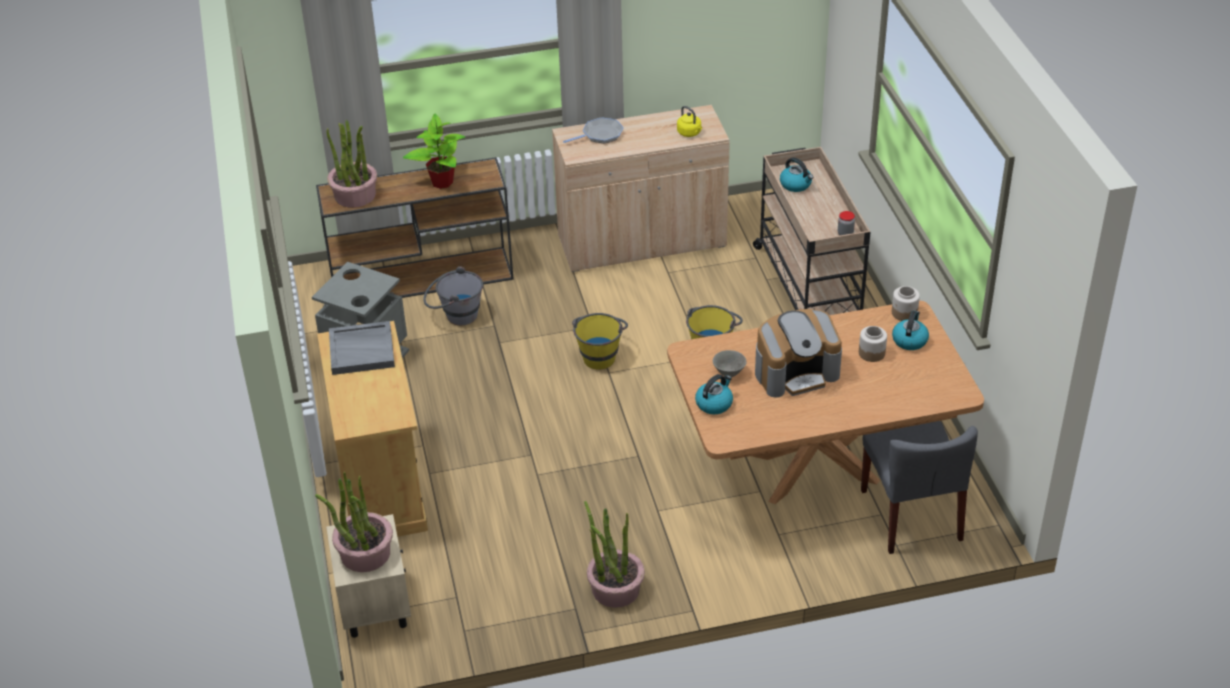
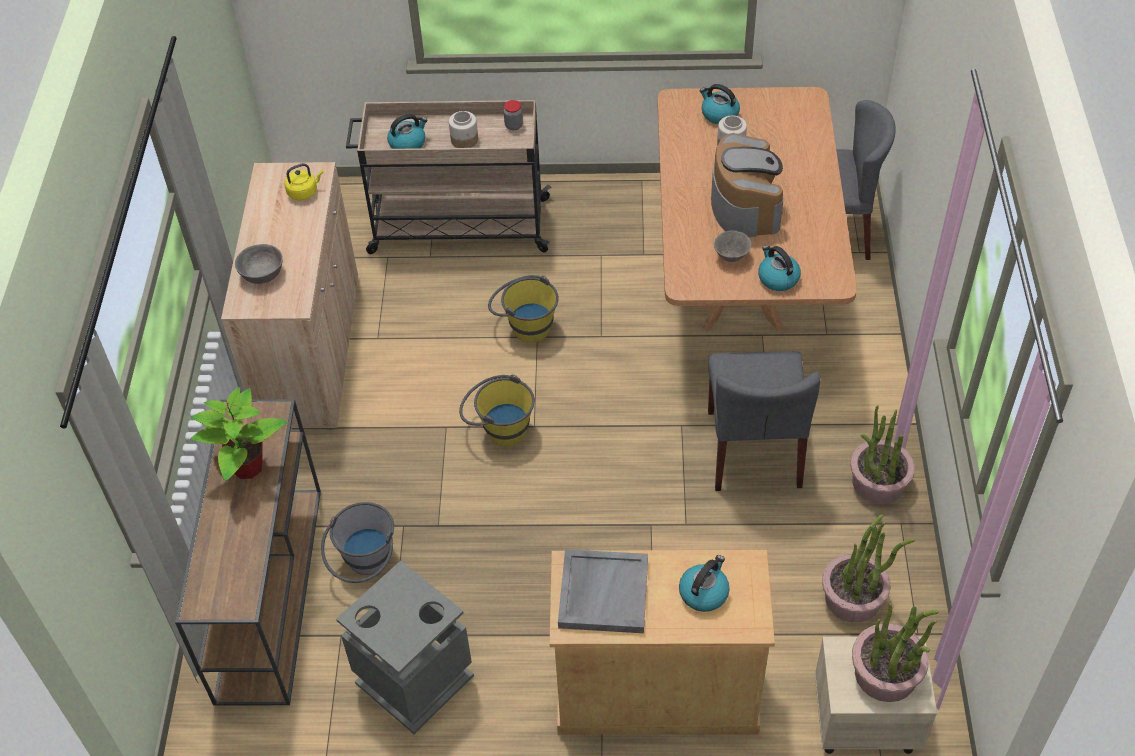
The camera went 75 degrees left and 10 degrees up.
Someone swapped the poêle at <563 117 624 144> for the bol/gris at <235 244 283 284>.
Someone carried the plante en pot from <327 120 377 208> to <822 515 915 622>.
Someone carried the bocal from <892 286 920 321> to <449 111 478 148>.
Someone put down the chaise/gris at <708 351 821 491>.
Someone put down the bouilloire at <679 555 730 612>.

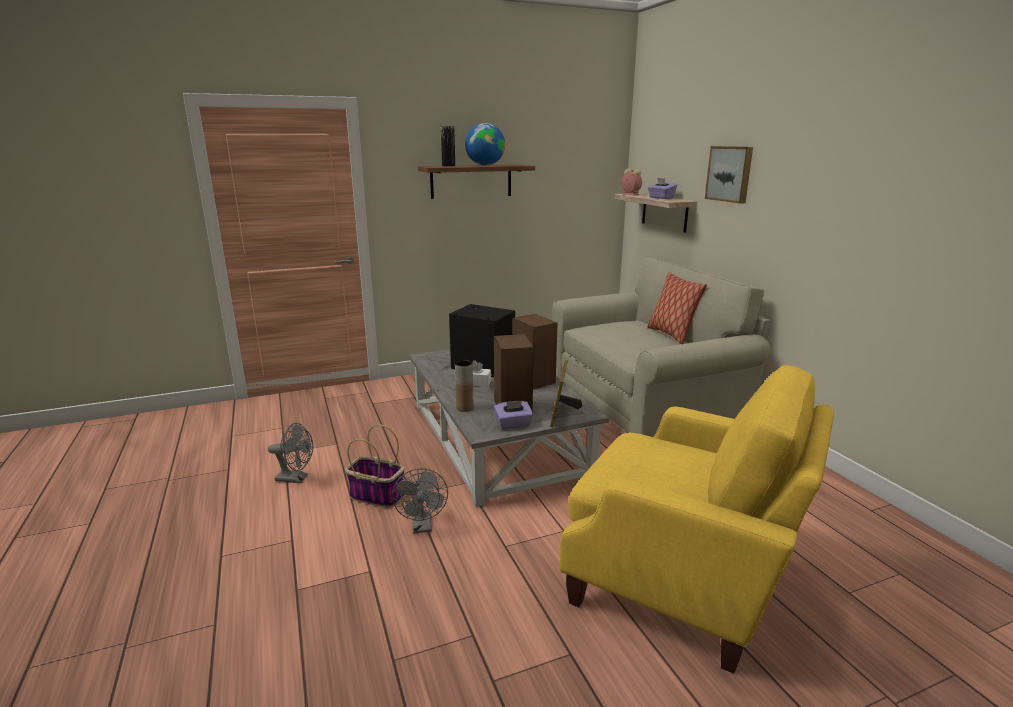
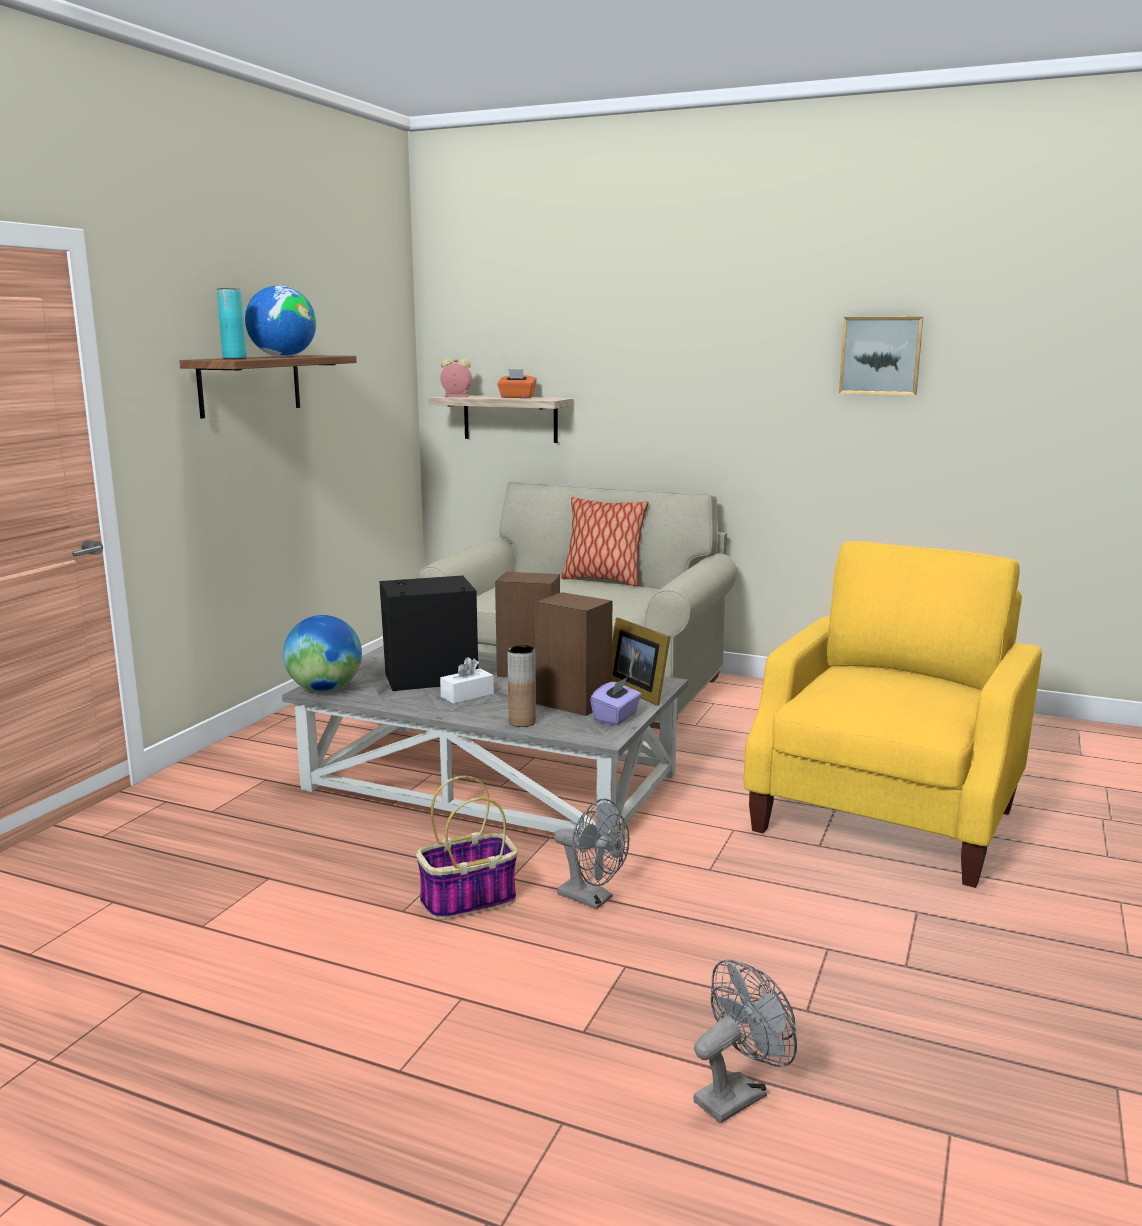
The camera went 45 degrees left and 5 degrees down.
Someone repainted the vase/noir at <441 126 455 166>, which became the vase/turquoise at <217 289 247 359>.
Someone carried the tableau from <705 146 753 204> to <839 317 923 395>.
Someone repainted the boîte à mouchoirs/violet at <648 178 677 199>, which became the boîte à mouchoirs/orange at <497 369 537 398>.
Someone rotated the fauteuil/jaune at <560 365 834 674> by 45 degrees counterclockwise.
Someone carried the ventilateur/gris from <268 423 313 483> to <693 960 797 1123>.
Someone put down the globe at <283 615 362 692>.

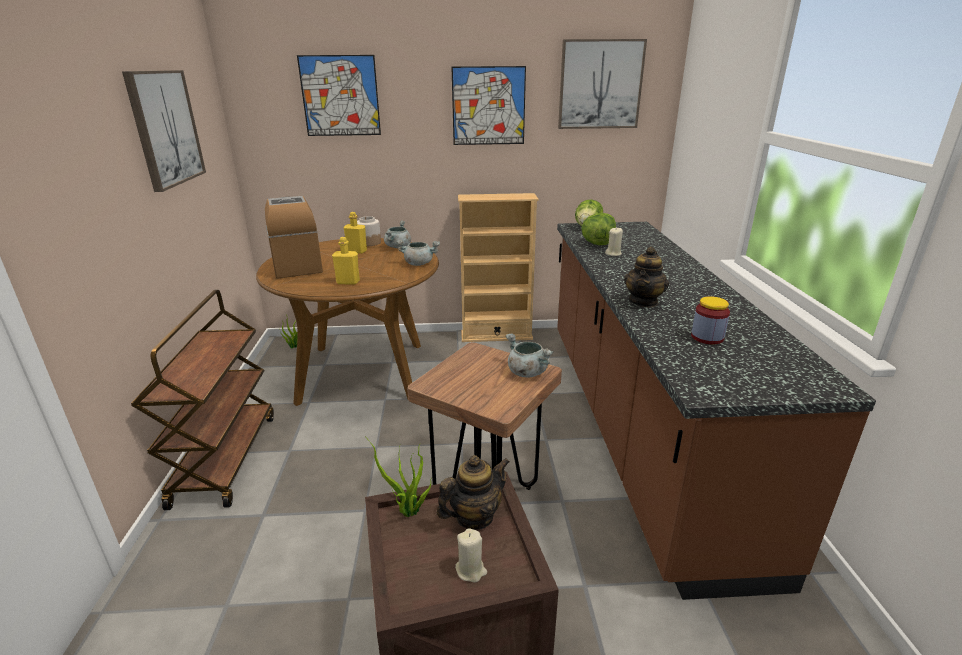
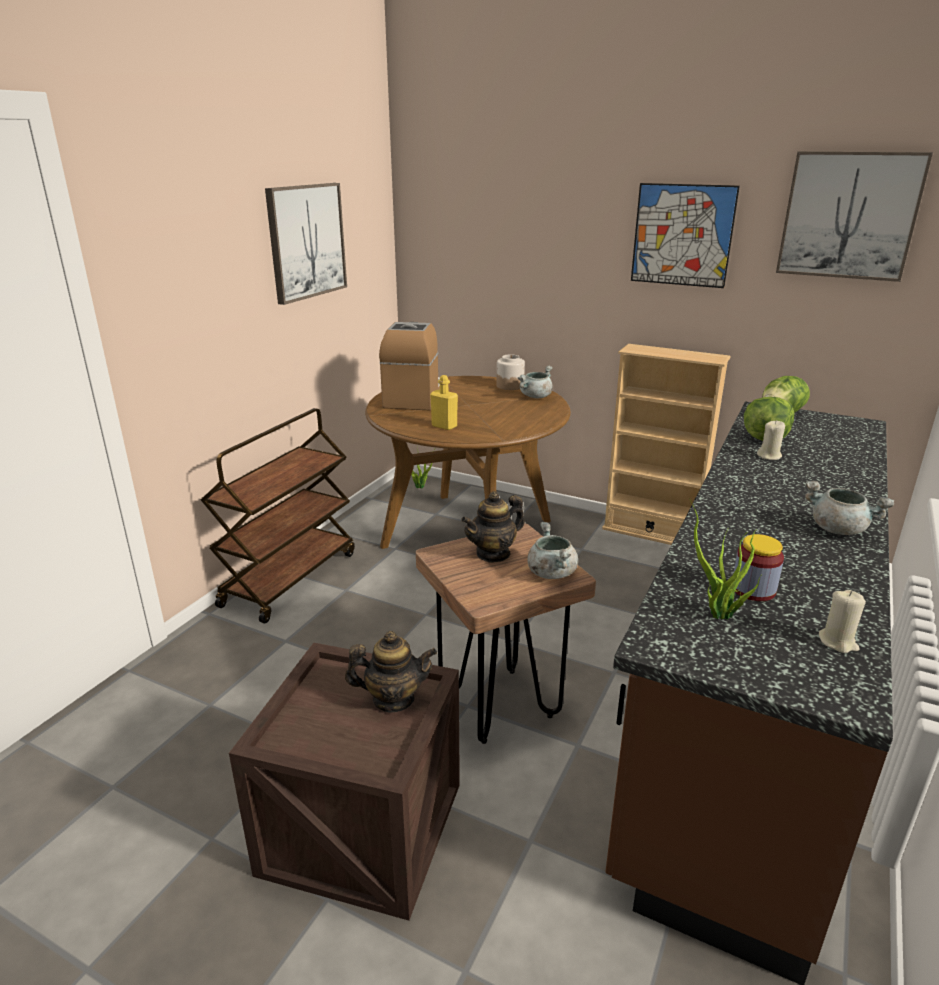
The camera went 30 degrees right and 0 degrees up.
Someone took away the tableau at <297 55 381 136>.
Someone took away the bouteille/jaune at <344 212 367 254>.
Someone carried the marmite/gris from <396 240 440 266> to <805 481 894 535>.
Someone carried the théière from <624 247 669 307> to <461 491 525 563>.
Someone carried the plante en pot from <365 436 431 517> to <690 500 761 619>.
Someone carried the bougie/beige from <455 528 487 582> to <819 590 866 653>.

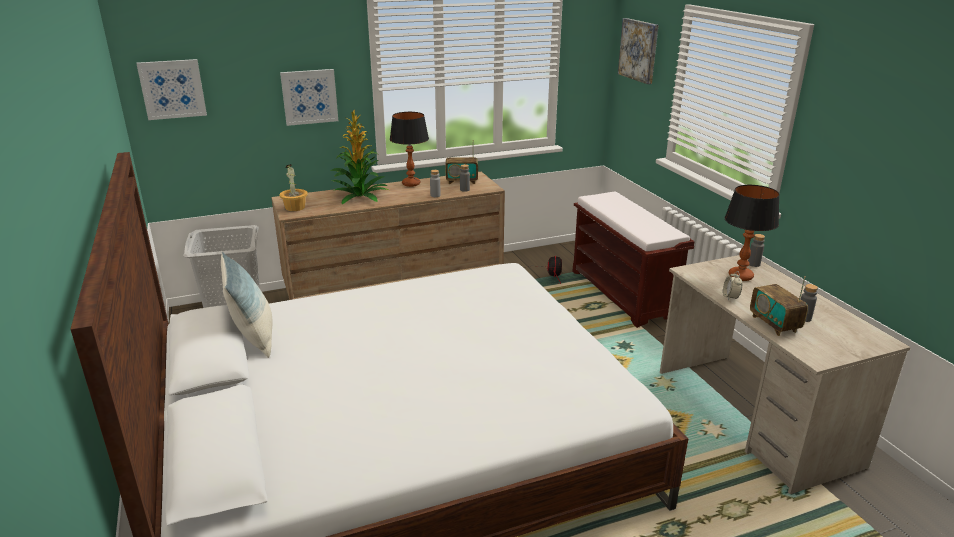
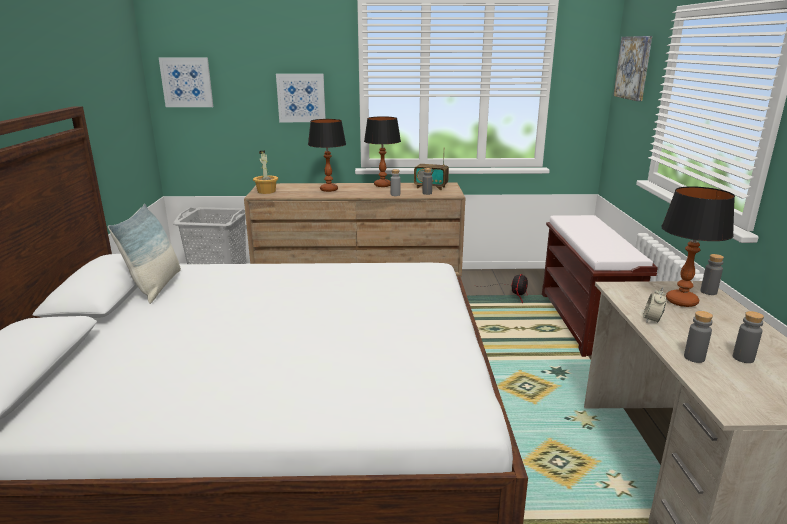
The camera went 20 degrees right and 5 degrees down.
Someone swapped the plante en pot at <330 110 388 204> for the lampe de table at <308 119 346 192>.
Someone swapped the radio at <750 276 808 336> for the bouteille/gris at <684 311 713 363>.

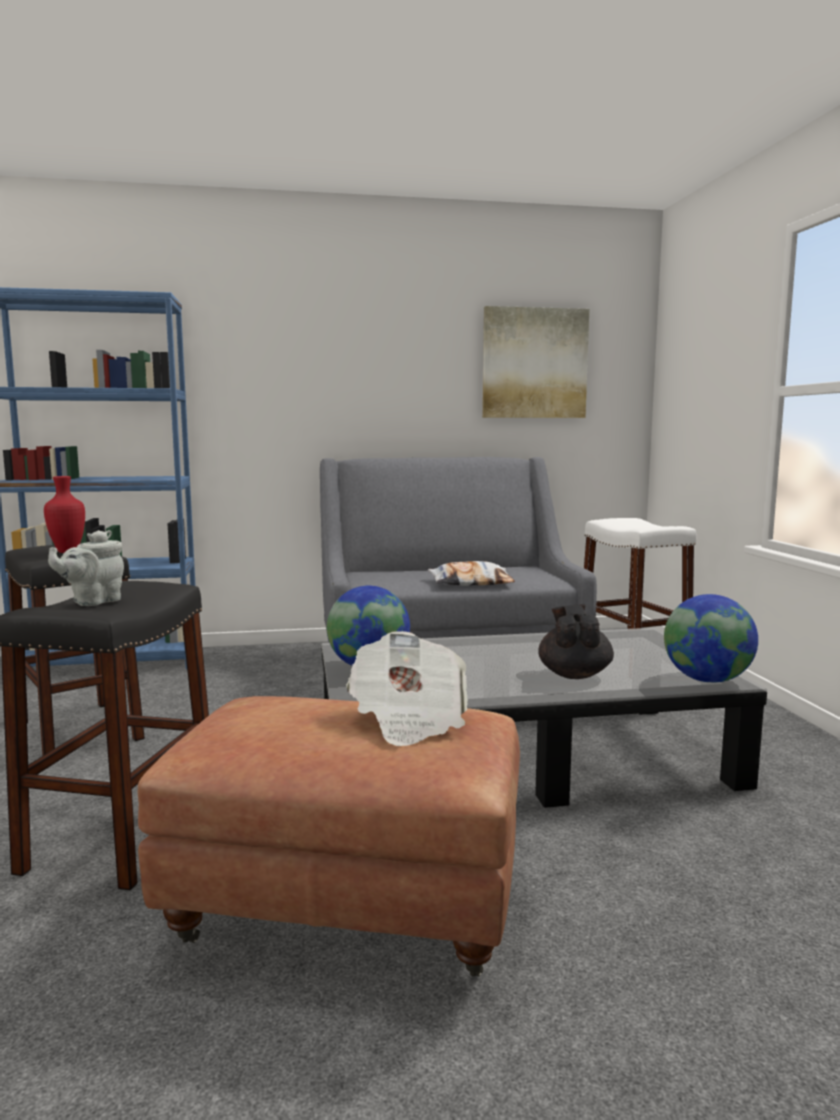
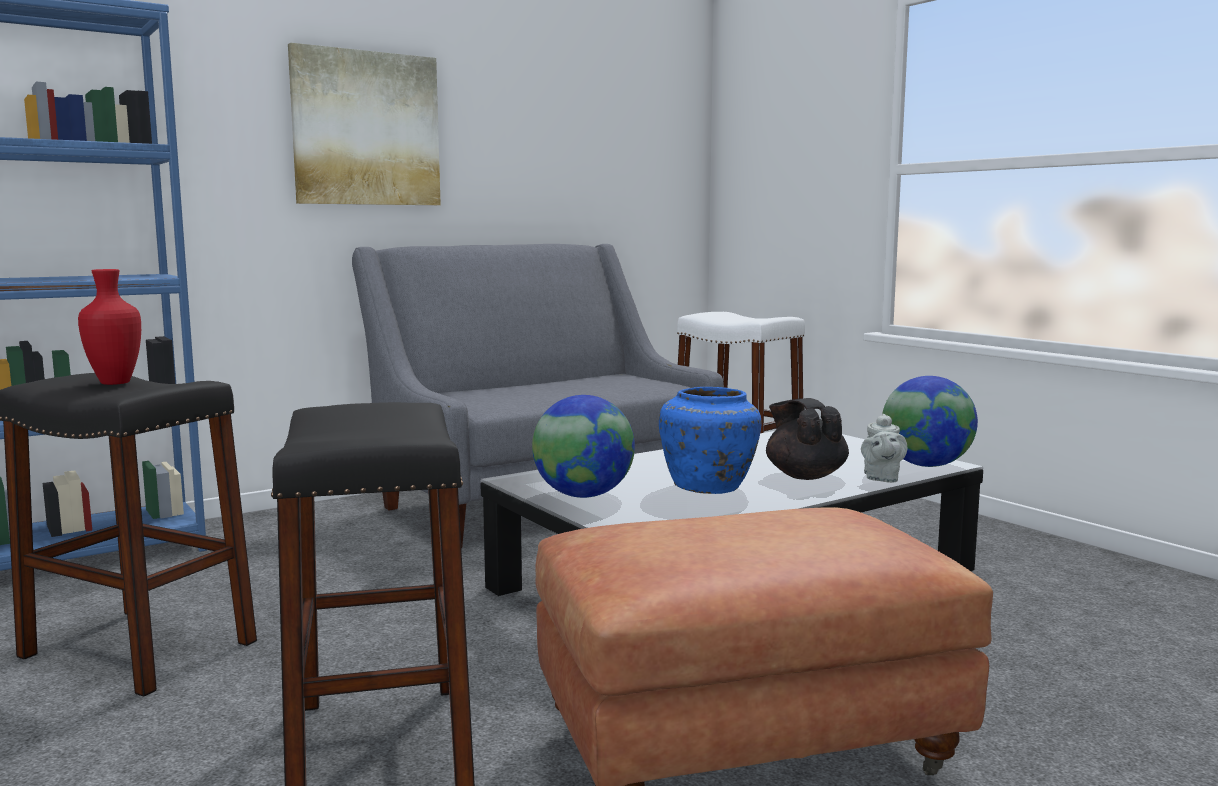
The camera went 25 degrees left and 0 degrees up.
Someone carried the tableau from <482 306 589 418> to <288 43 441 205>.
Someone carried the théière/gris from <48 530 124 606> to <861 414 907 483>.
Someone took away the coussin at <428 561 515 586>.
Someone took away the journal at <346 631 468 746>.
Someone put down the vase/bleu at <659 387 762 494>.

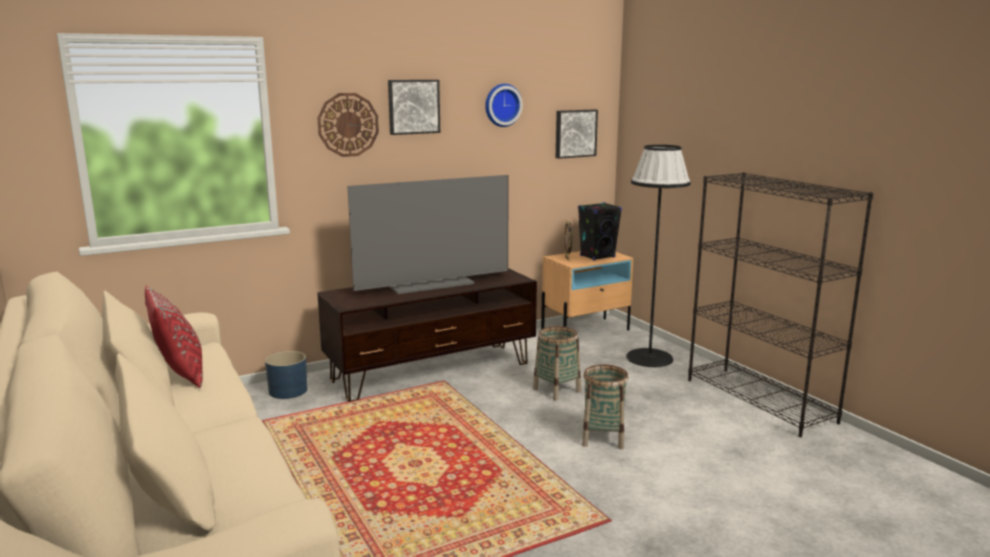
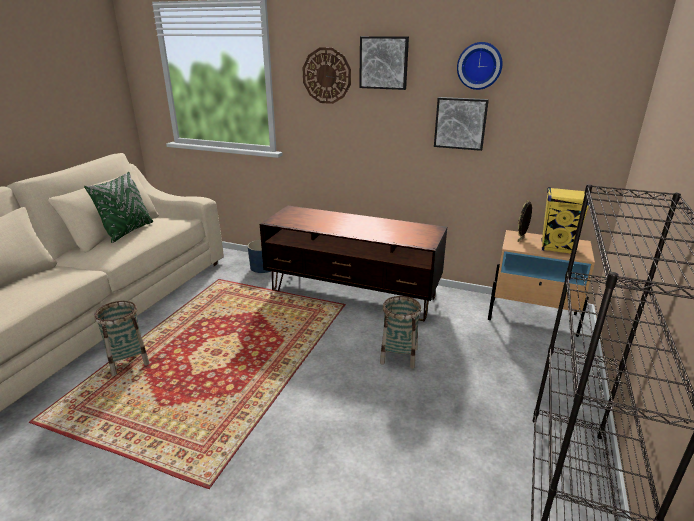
The camera went 50 degrees right and 10 degrees up.
Someone carried the tableau from <556 110 598 159> to <434 97 489 151>.
Someone took away the lampadaire/noir at <626 145 691 367>.
Someone took away the téléviseur at <348 175 509 294>.
Someone repainted the enceinte/noir at <578 202 622 260>, which became the enceinte/jaune at <541 187 589 254>.
Someone repainted the coussin/rouge at <145 285 203 388>, which became the coussin/vert at <84 172 153 243>.
Someone carried the panier from <582 364 629 449> to <94 301 149 376>.

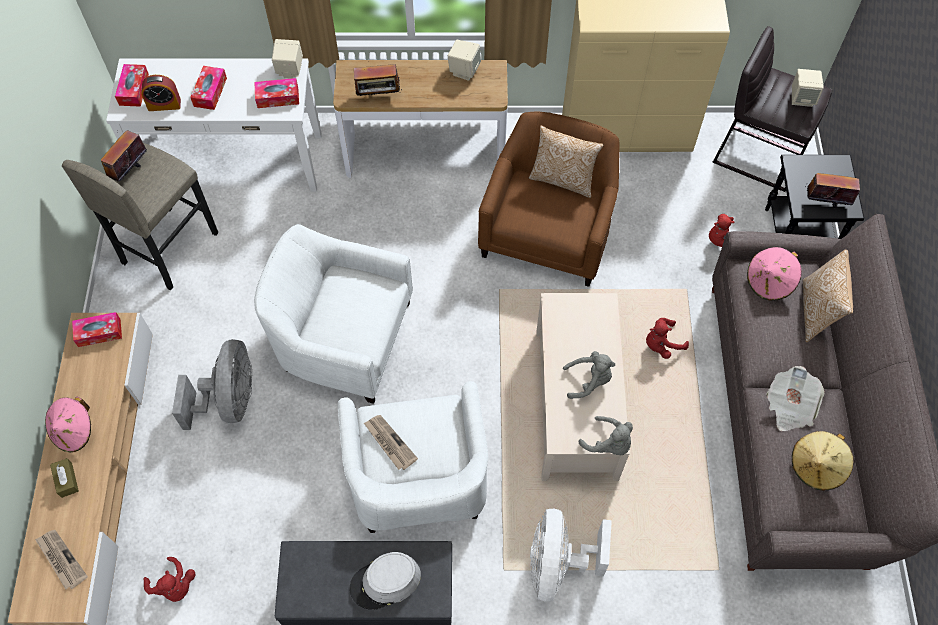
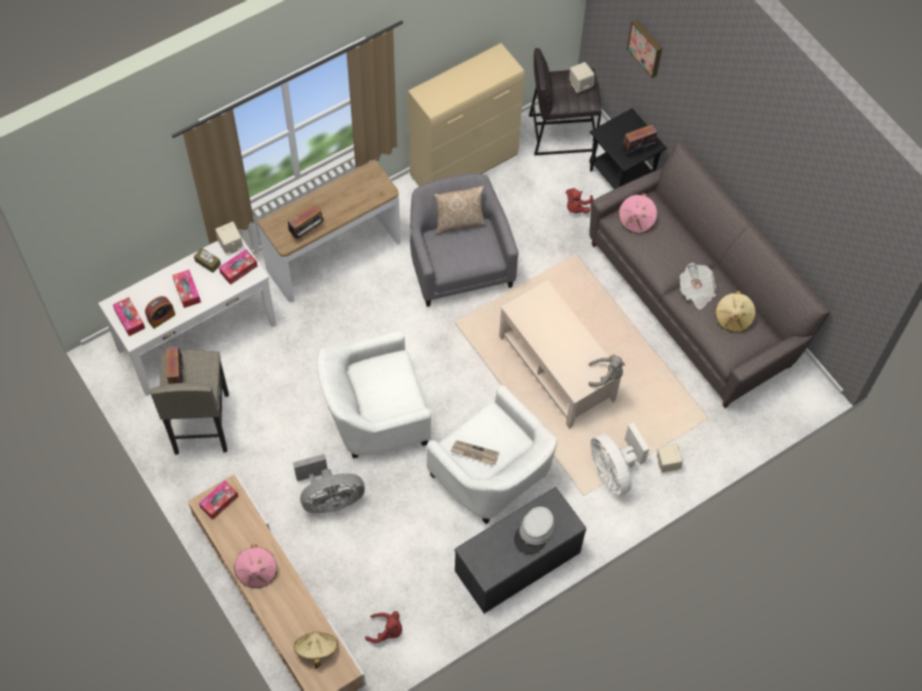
The camera went 35 degrees left and 0 degrees up.
Someone carried the enceinte/beige from <448 40 481 81> to <657 444 683 473>.
Someone repainted the fauteuil/marron at <478 111 620 287>, which became the fauteuil/gris at <410 173 518 307>.
Someone took away the coussin at <803 249 853 342>.
Someone took away the peluche/rouge at <646 318 689 359>.
Someone rotated the ventilateur/gris at <172 339 252 430> by 105 degrees clockwise.
Someone took away the peluche/gris at <563 351 615 399>.
Someone carried the boîte à mouchoirs/marron from <50 458 79 498> to <194 248 221 273>.
Someone swapped the journal at <35 530 88 589> for the chapeau/beige at <294 631 338 668>.
Someone put up the tableau at <627 19 662 78>.

